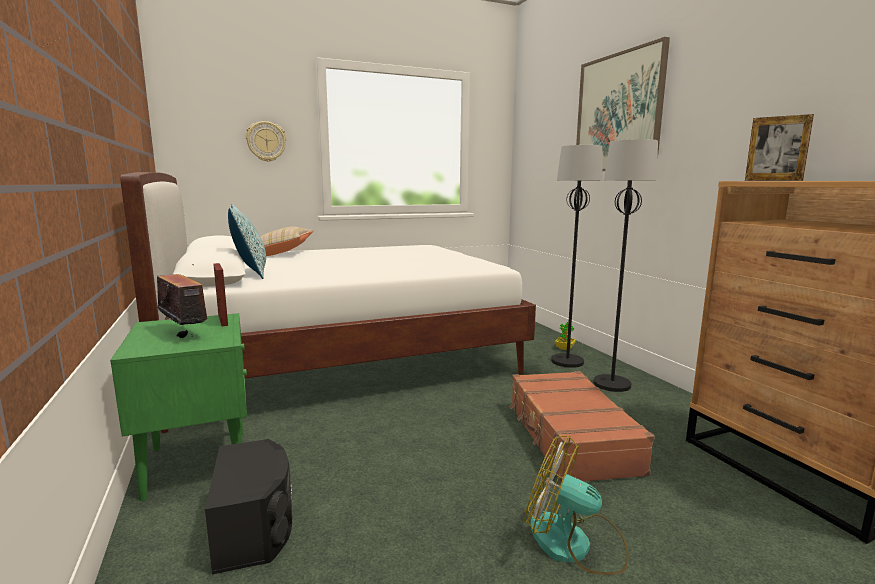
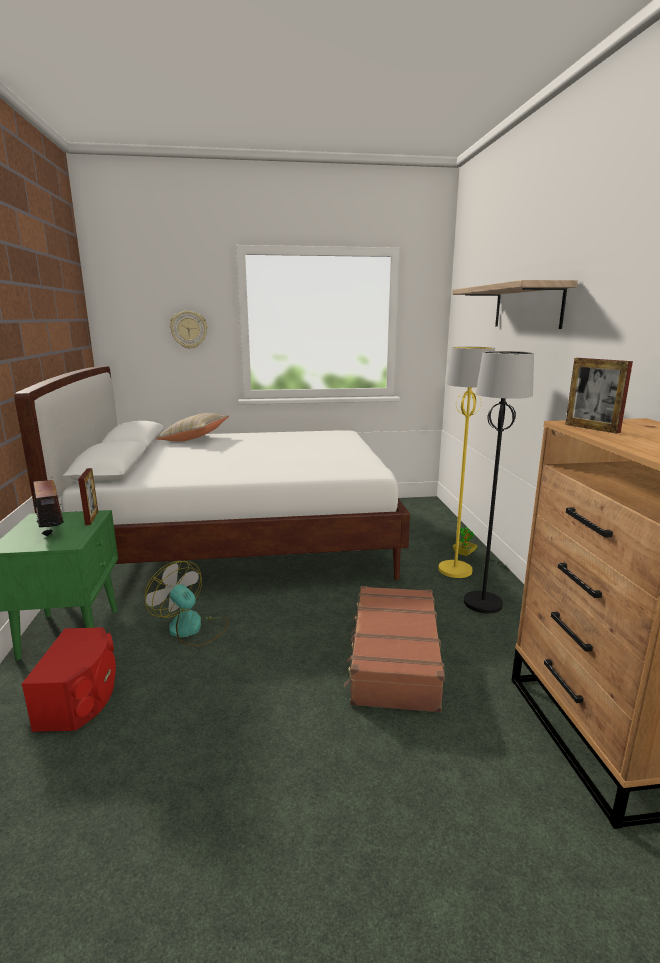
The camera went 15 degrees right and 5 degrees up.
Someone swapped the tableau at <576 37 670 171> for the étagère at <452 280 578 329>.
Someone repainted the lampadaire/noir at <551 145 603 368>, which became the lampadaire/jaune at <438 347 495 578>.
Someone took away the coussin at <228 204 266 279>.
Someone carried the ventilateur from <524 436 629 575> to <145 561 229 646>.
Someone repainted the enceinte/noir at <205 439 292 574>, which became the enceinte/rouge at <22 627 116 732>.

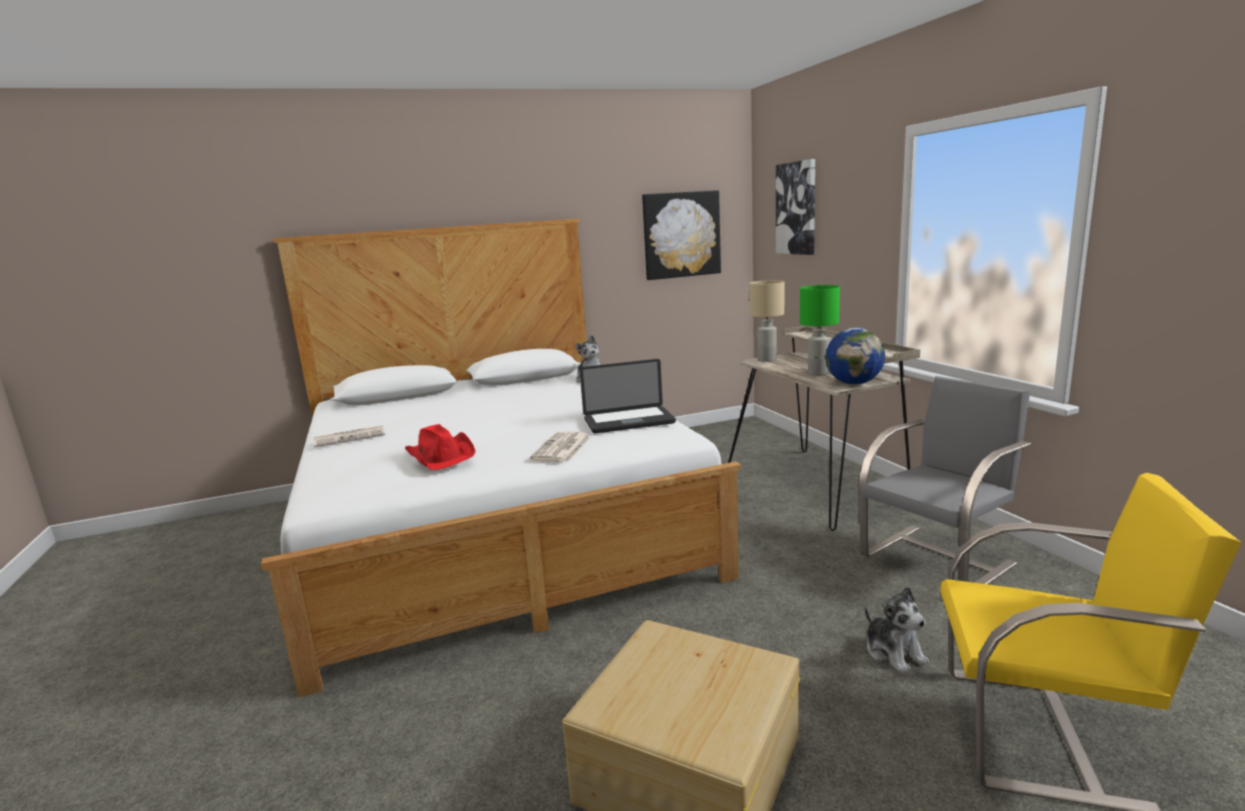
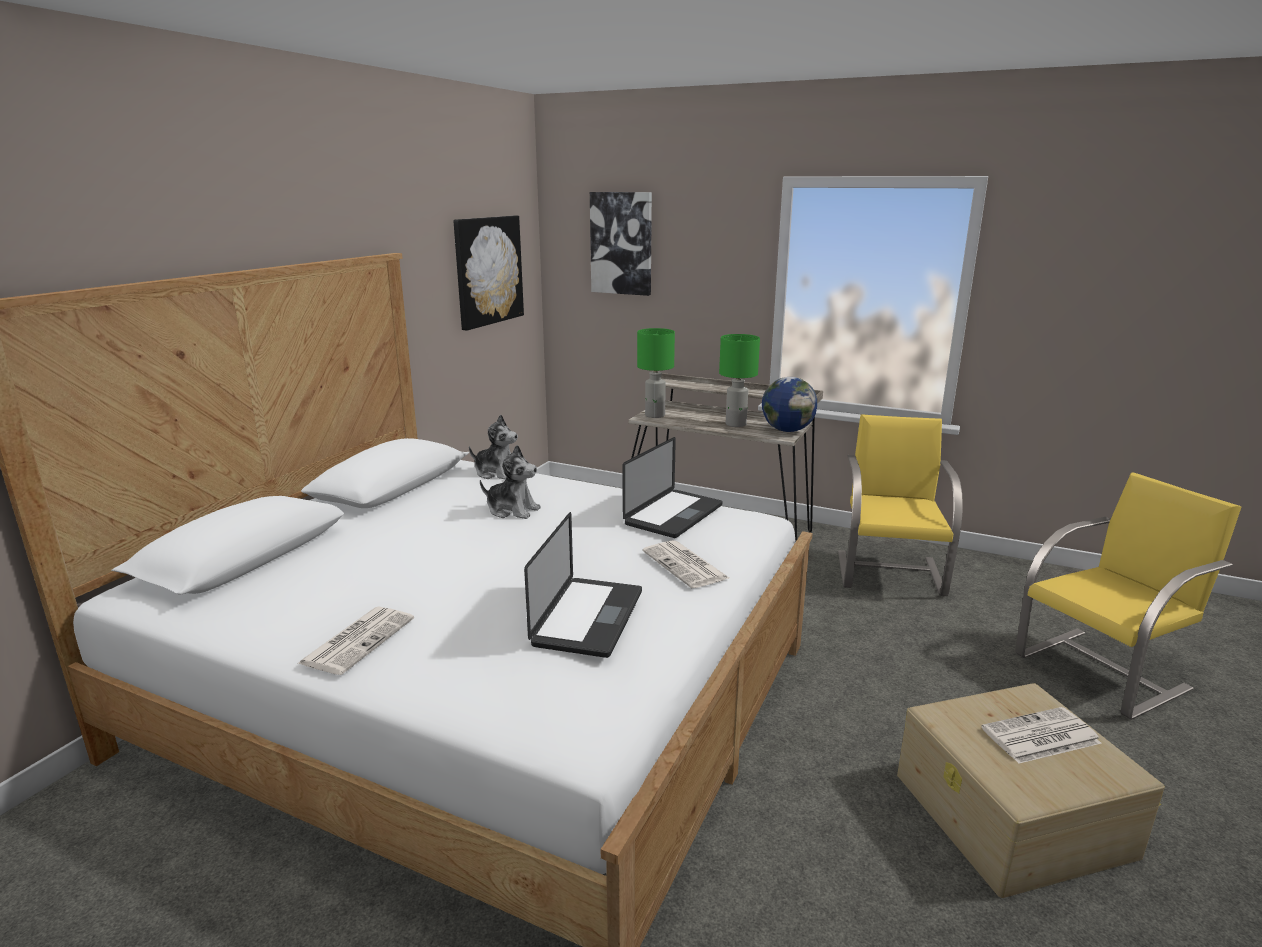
The camera went 45 degrees left and 5 degrees up.
Someone repainted the lampe de table/beige at <749 280 784 362>, which became the lampe de table/vert at <637 328 675 418>.
Someone repainted the chaise/gris at <859 376 1031 584>, which became the chaise/jaune at <838 414 963 596>.
Someone swapped the chapeau/rouge at <405 424 476 470> for the ordinateur portable at <524 512 642 658>.
Someone carried the peluche from <865 586 929 674> to <480 445 541 519>.
Someone put down the journal at <981 707 1102 764>.

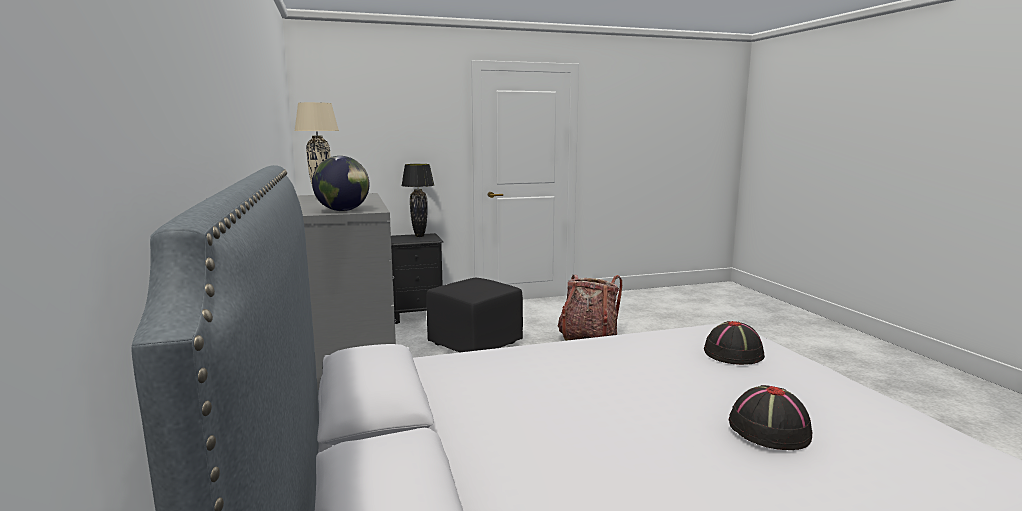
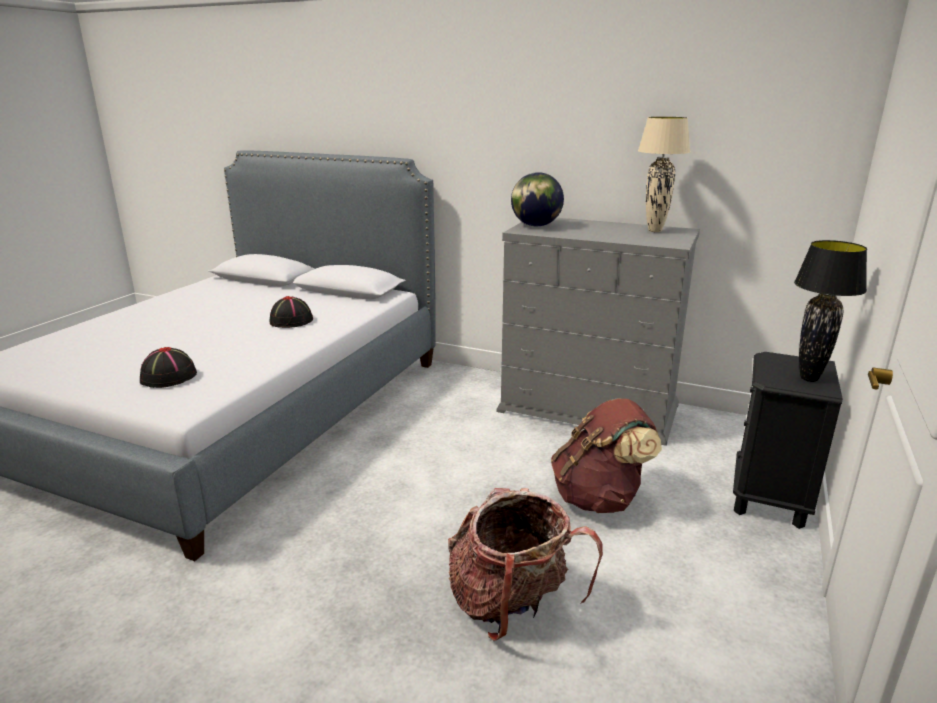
The camera went 130 degrees right and 10 degrees up.
Someone swapped the pouf/noir at <426 278 523 352> for the sac à dos/marron at <551 398 662 513>.
Someone carried the chapeau/noir from <729 385 813 450> to <269 296 313 328>.

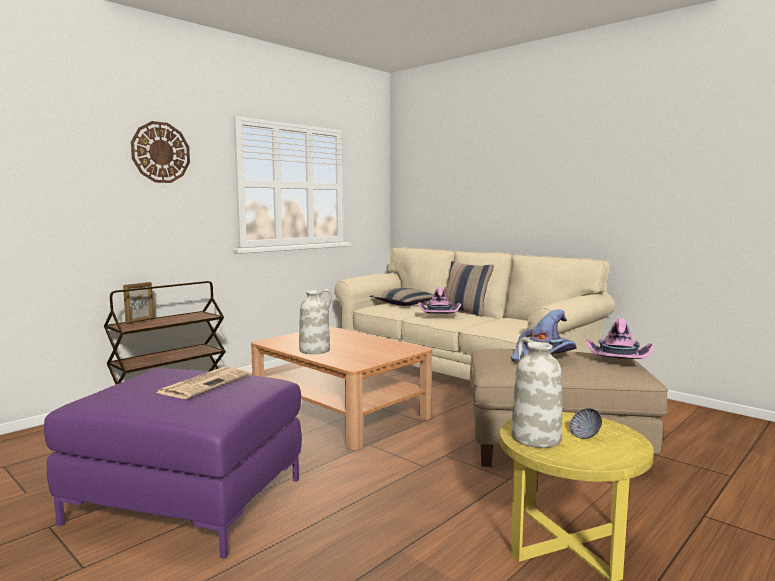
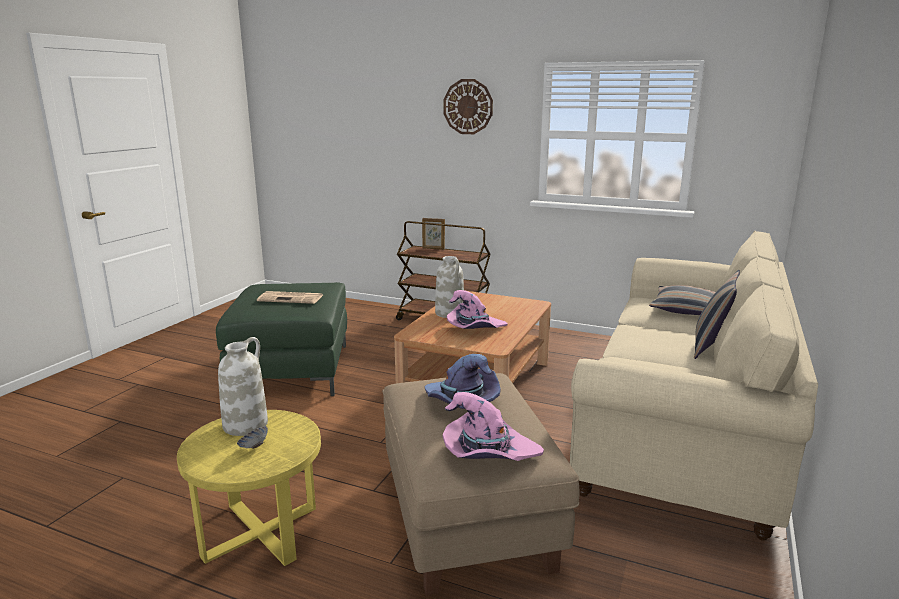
The camera went 70 degrees right and 10 degrees up.
Someone carried the chapeau/rose from <418 286 461 314> to <447 290 508 329>.
Someone repainted the pouf/violet at <44 368 302 559>, which became the pouf/vert at <216 282 347 396>.

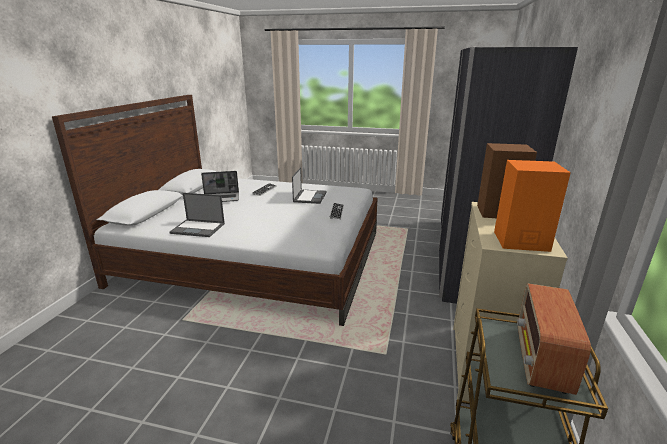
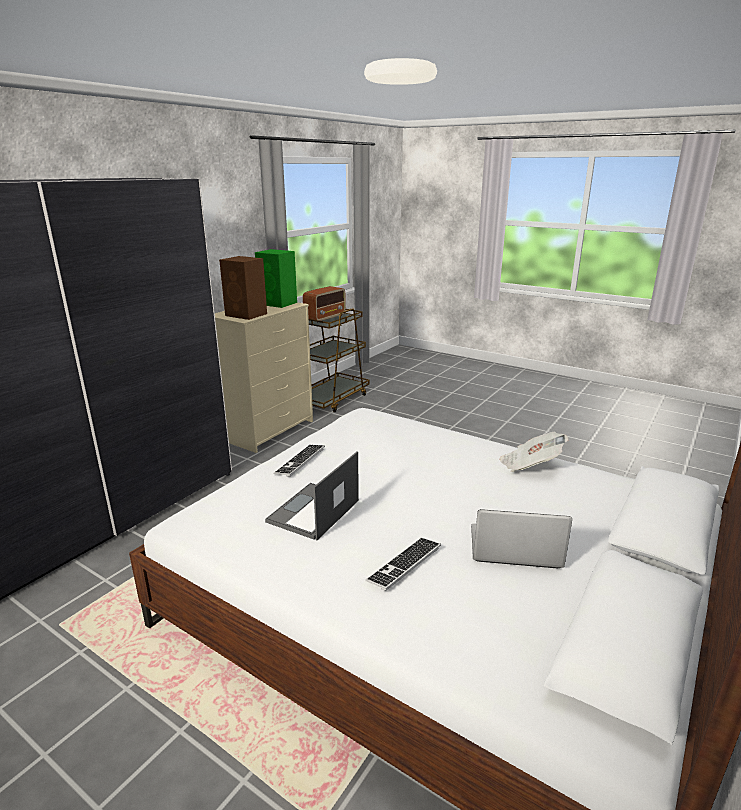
The camera went 160 degrees left and 0 degrees up.
Someone repainted the enceinte/orange at <494 160 571 252>, which became the enceinte/vert at <255 249 297 308>.
Someone swapped the ordinateur portable at <169 193 225 237> for the journal at <499 432 569 472>.

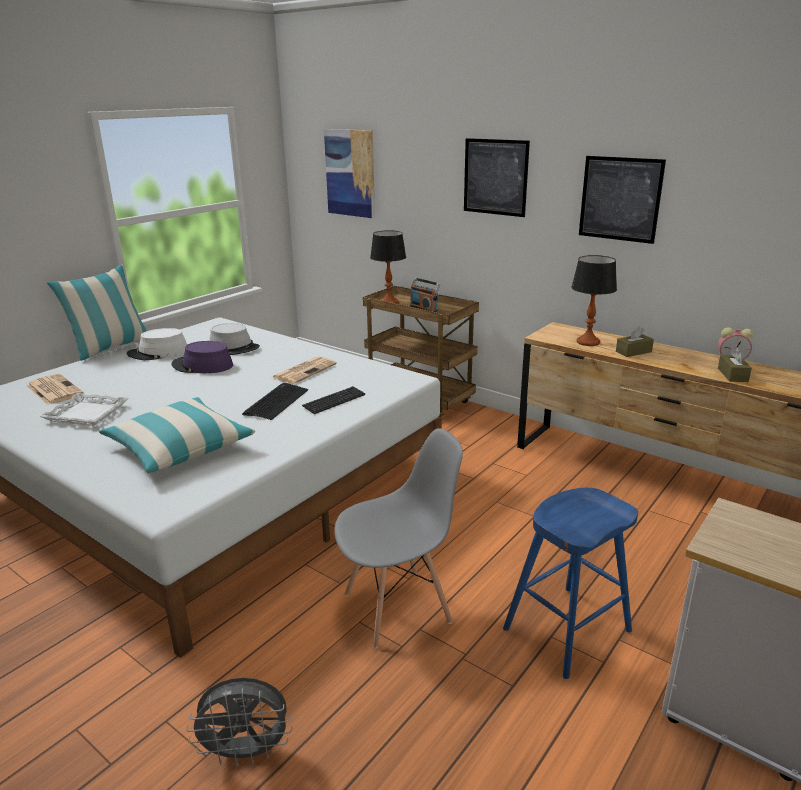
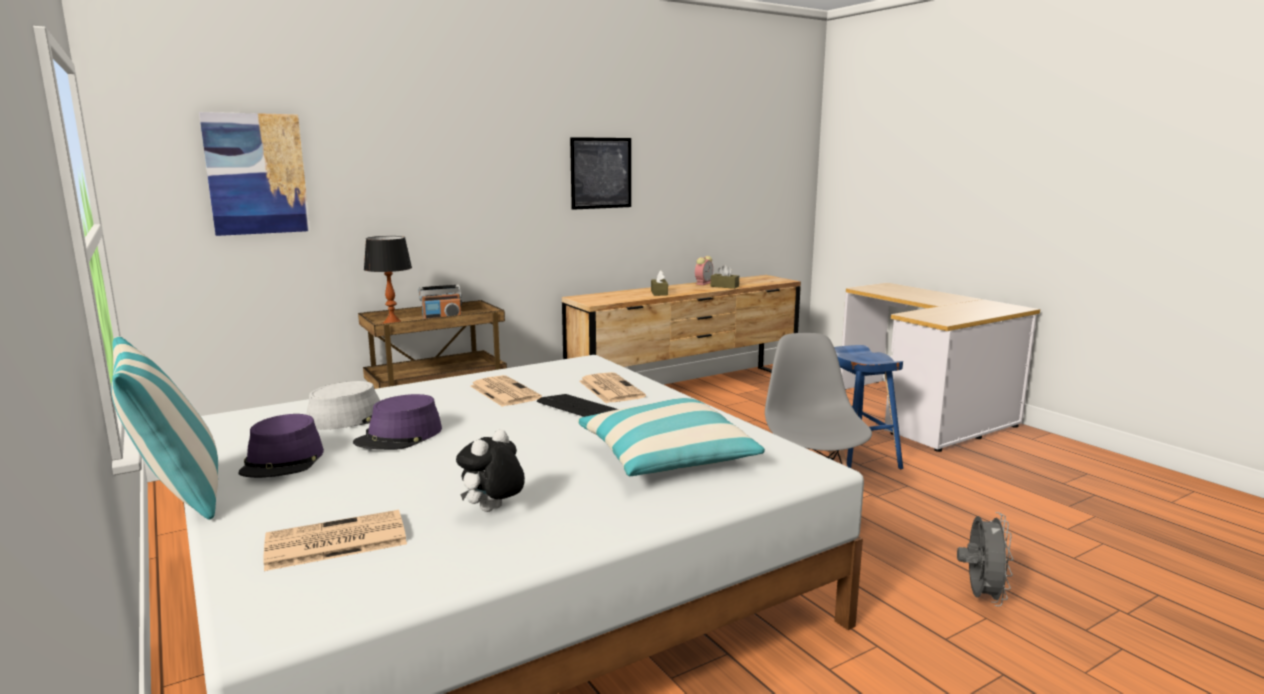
The camera went 70 degrees left and 10 degrees down.
Someone took away the tableau at <464 138 530 217>.
Someone took away the lampe de table at <571 255 617 346>.
Someone repainted the chapeau/blanc at <127 328 187 360>, which became the chapeau/violet at <238 414 324 478>.
Someone swapped the clavier at <302 386 365 414> for the journal at <579 372 646 403>.
Someone swapped the plateau/blanc at <40 393 128 426> for the peluche at <456 429 525 512>.

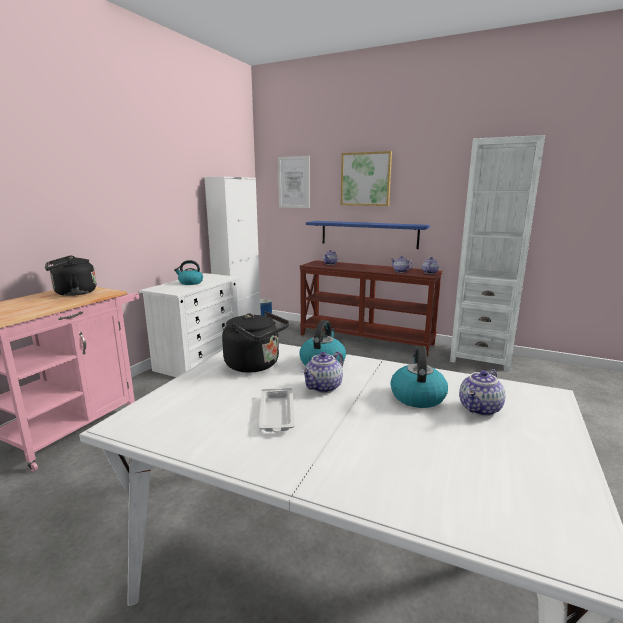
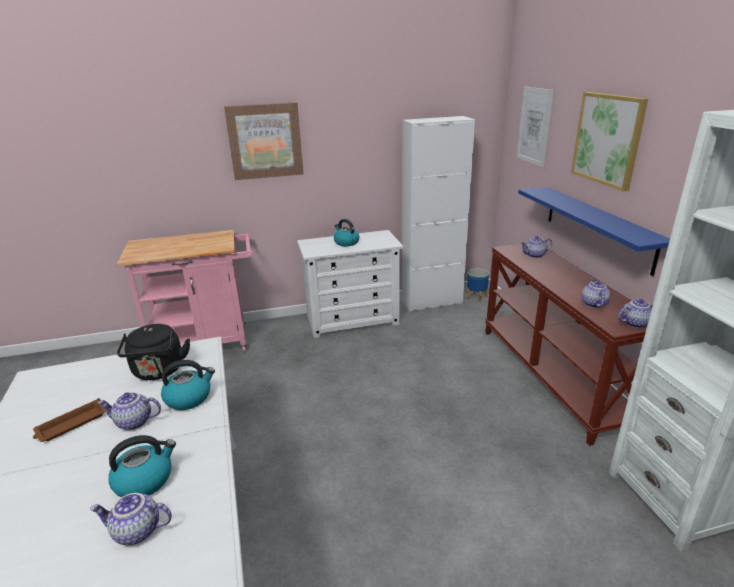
The camera went 50 degrees right and 10 degrees up.
Someone took away the bouilloire/noir at <45 255 96 296>.
Someone repainted the plateau/blanc at <259 388 295 432>, which became the plateau/marron at <33 398 106 442>.
Someone put up the tableau at <224 102 303 180>.

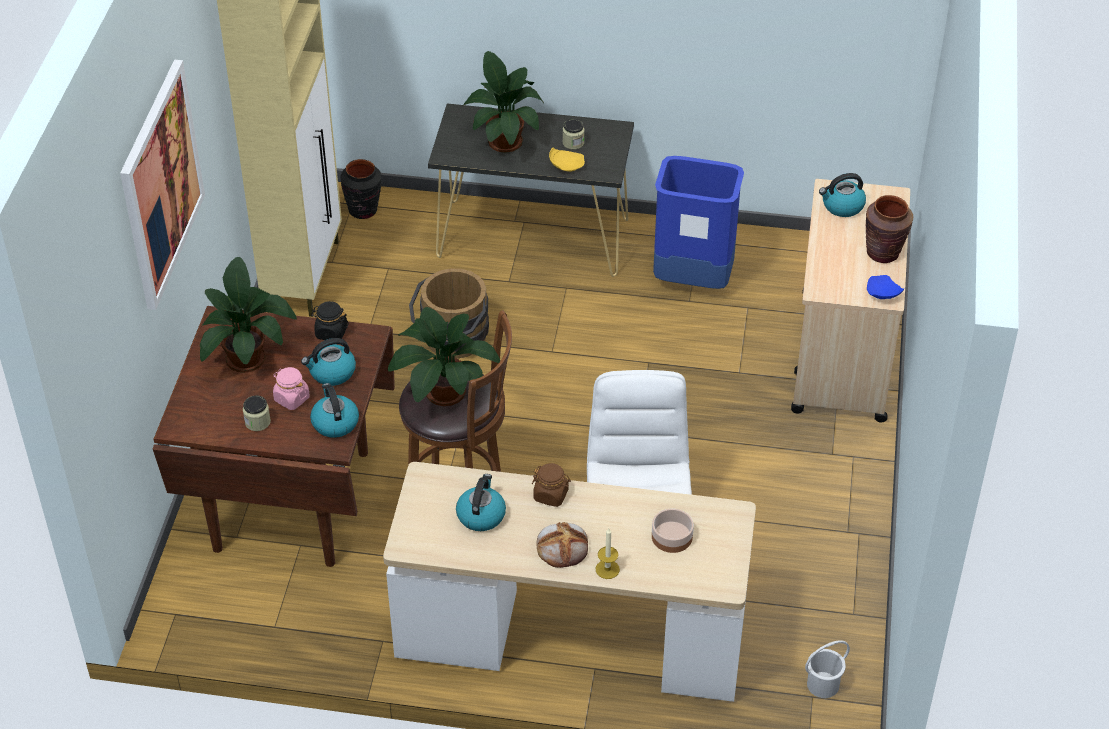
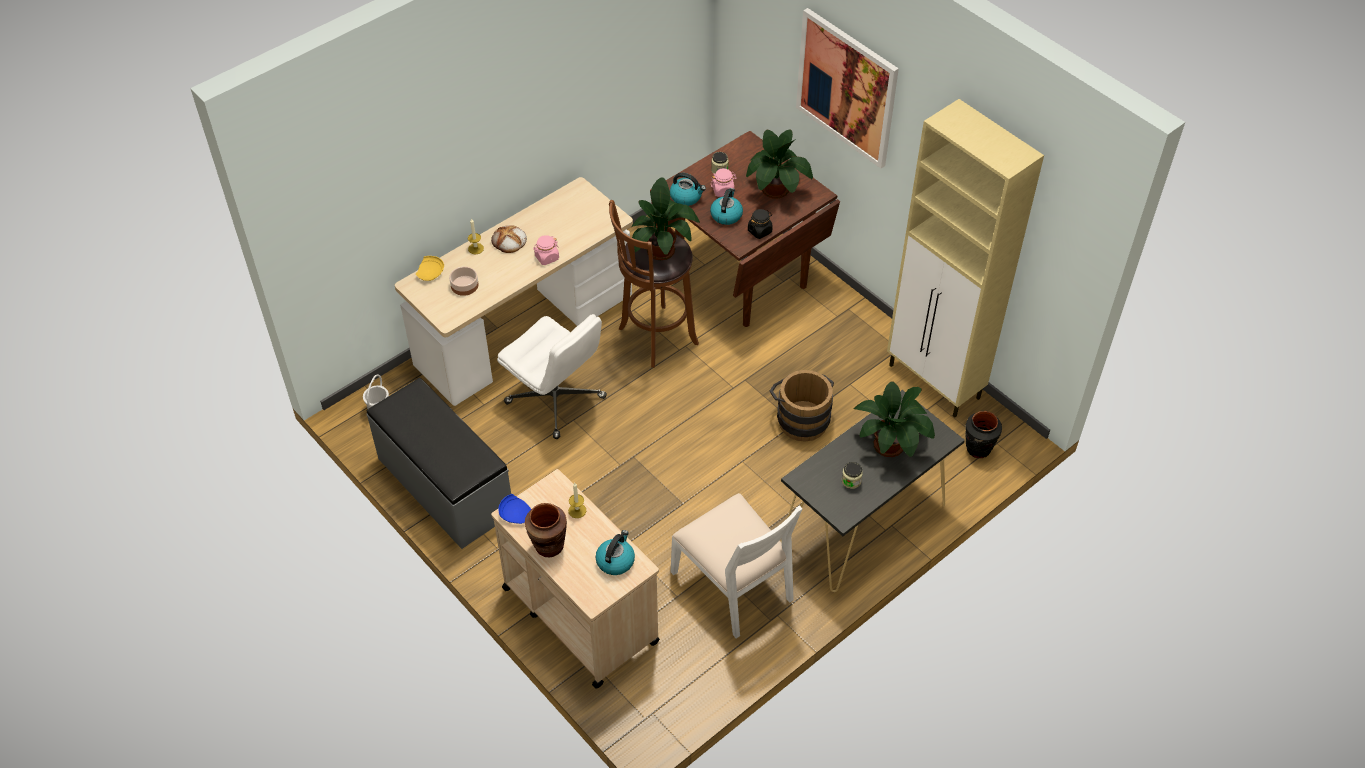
The camera went 130 degrees right and 5 degrees up.
Someone carried the assiette/jaune from <549 148 585 172> to <416 256 444 281>.
Someone swapped the poubelle/bleu at <653 156 744 289> for the chaise/blanc at <671 493 802 639>.
Someone repainted the bocal/marron at <532 463 571 507>, which became the bocal/rose at <533 235 559 265>.
Someone took away the bouilloire at <456 474 506 531>.
Someone put down the banc/gris at <367 378 511 549>.
Someone put down the bougie at <568 483 586 518>.

